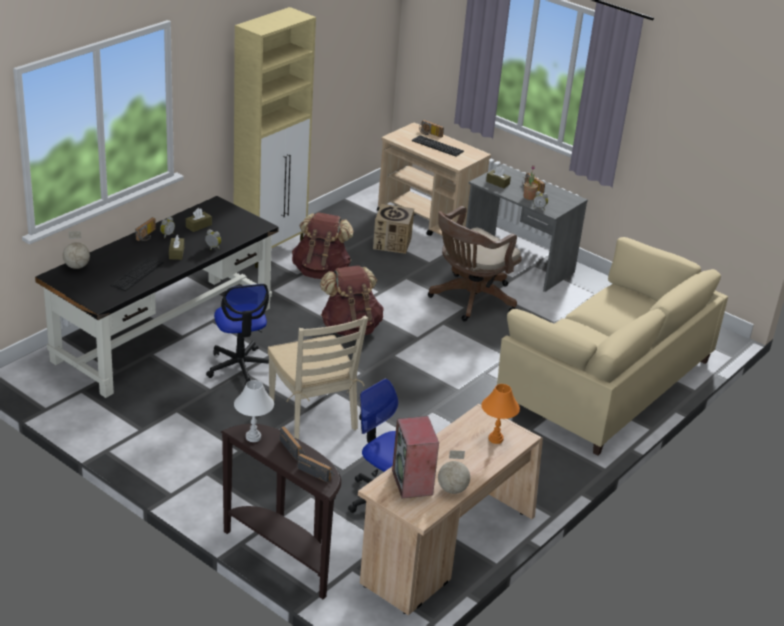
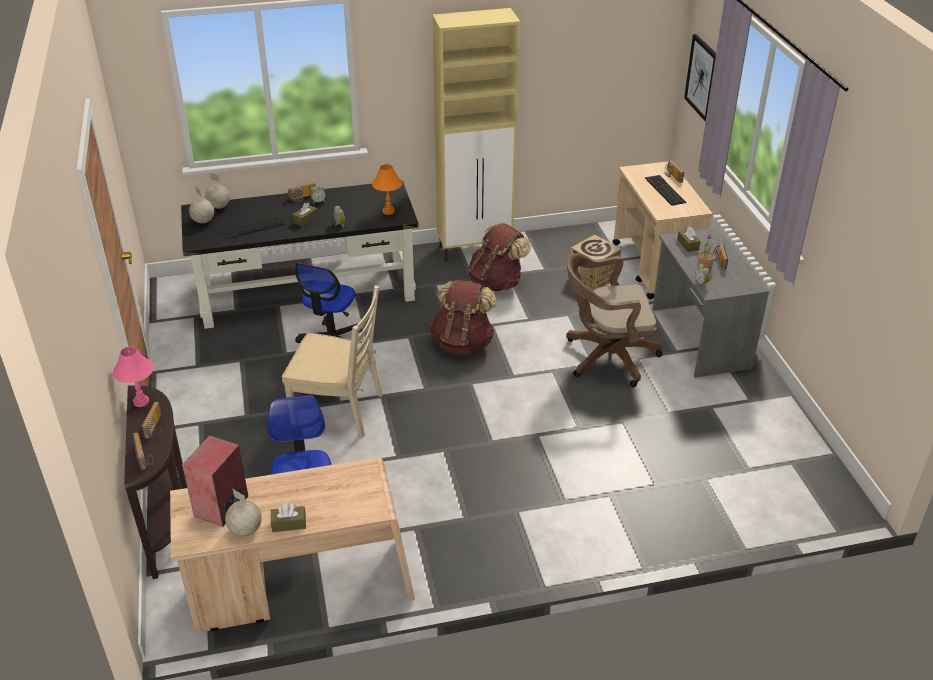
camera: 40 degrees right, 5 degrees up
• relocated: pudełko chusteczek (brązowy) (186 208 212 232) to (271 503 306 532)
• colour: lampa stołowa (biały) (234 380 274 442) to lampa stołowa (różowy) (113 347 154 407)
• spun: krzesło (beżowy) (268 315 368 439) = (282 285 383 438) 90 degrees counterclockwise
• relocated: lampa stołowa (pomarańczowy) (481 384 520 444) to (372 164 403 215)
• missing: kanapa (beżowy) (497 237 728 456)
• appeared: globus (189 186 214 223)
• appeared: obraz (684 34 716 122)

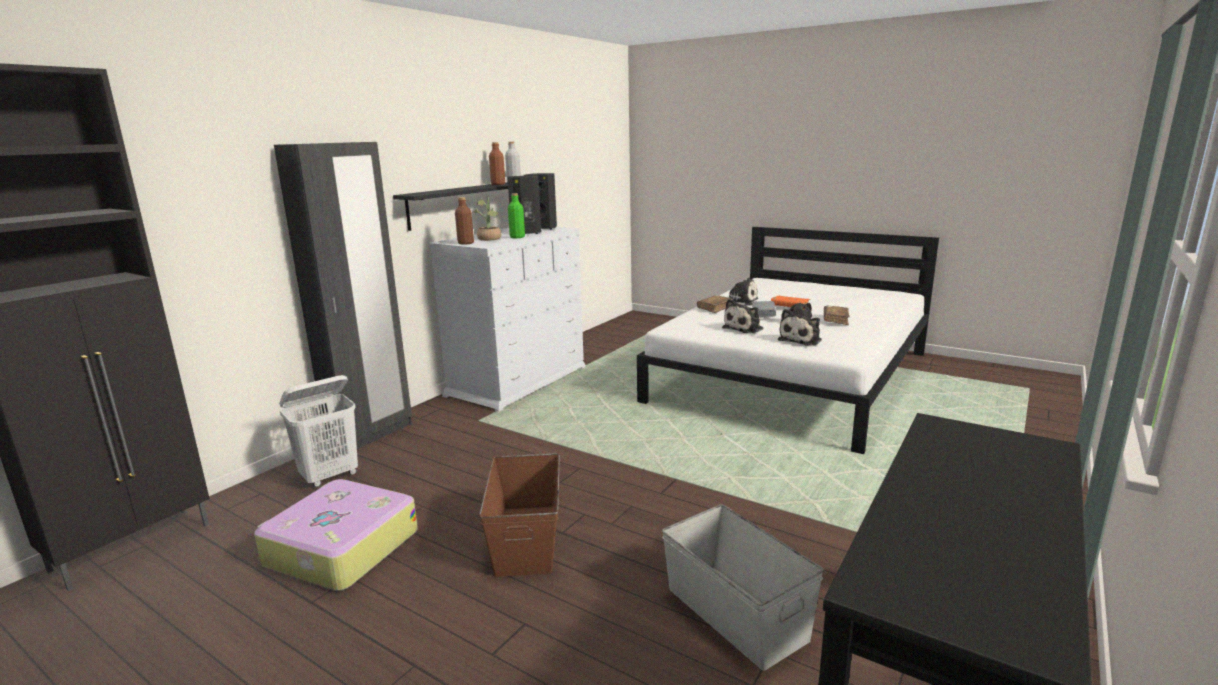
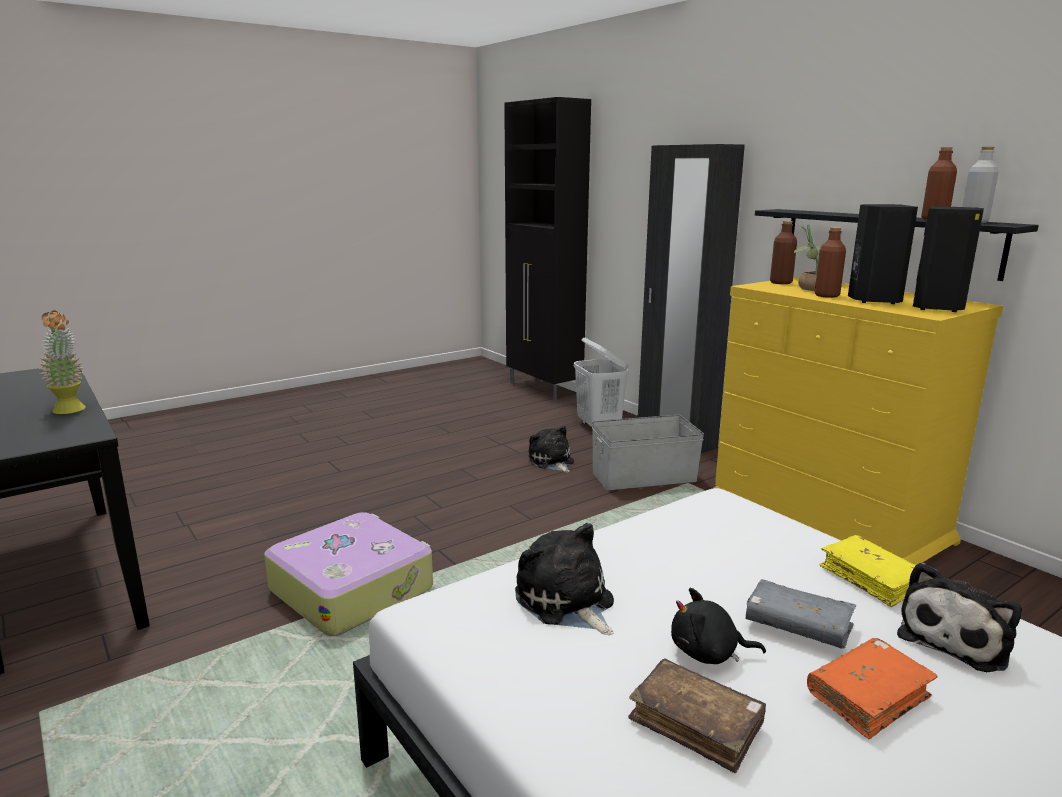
camera: 110 degrees right, 0 degrees up
• relocated: walizka (254 479 418 591) to (264 512 433 636)
• colour: komoda (biały) (429 227 586 412) to komoda (żółty) (714 277 1003 565)
• missing: pojemnik do przechowywania (brązowy) (479 453 560 577)
• colour: butelka (zielony) (508 193 525 238) to butelka (brązowy) (815 227 846 298)
• relocated: pojemnik do przechowywania (szary) (662 504 824 671) to (592 415 704 490)
• colour: książka (brązowy) (697 295 733 313) to książka (żółty) (819 535 916 607)
• relocated: pluszak (722 299 763 333) to (528 426 574 473)
• appeared: roślina doniczkowa (38 310 86 414)

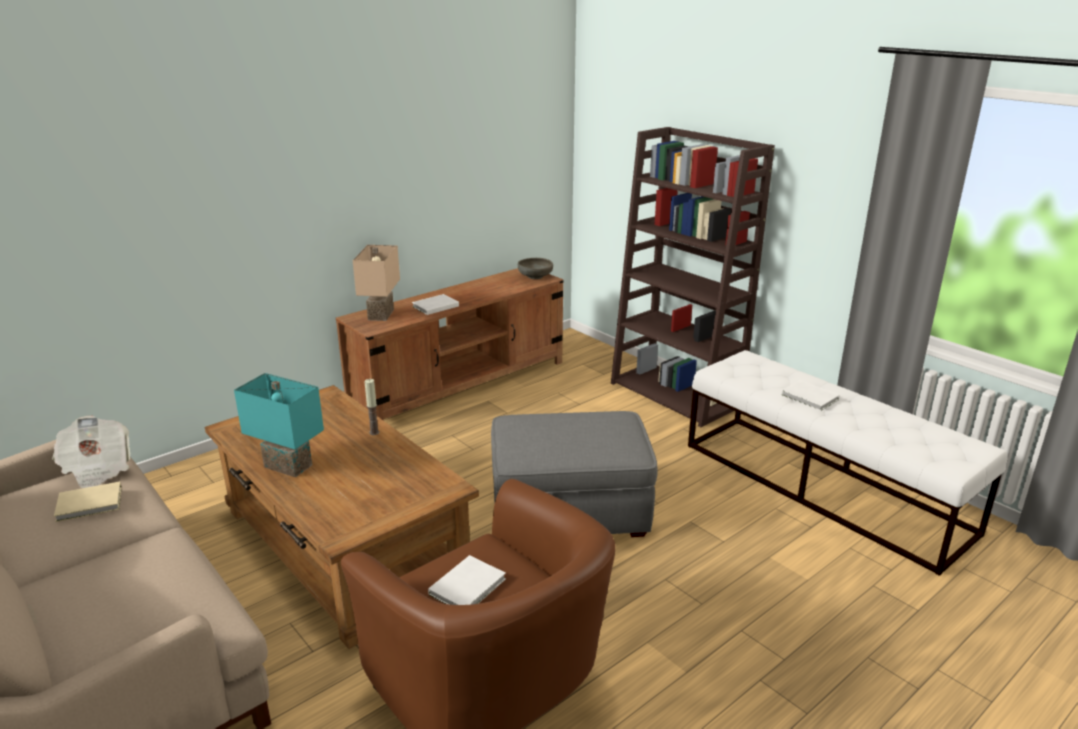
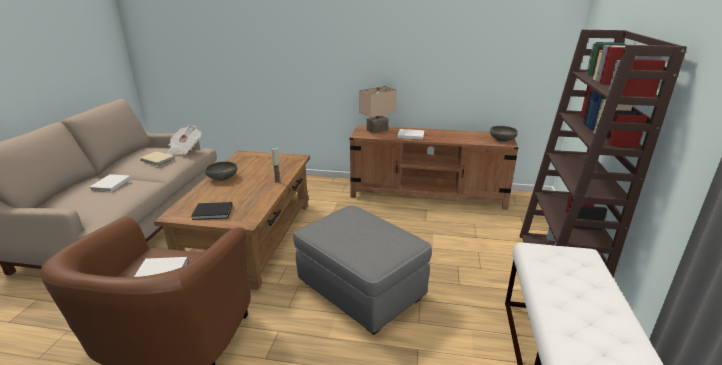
camera: 50 degrees right, 0 degrees up
• exchanged: lampa stołowa (turkusowy) (234 373 324 477) to miska (szary) (205 161 237 181)
• relocated: książka (biały) (781 380 840 411) to (90 174 131 192)
• appeared: książka (czarny) (191 202 233 220)

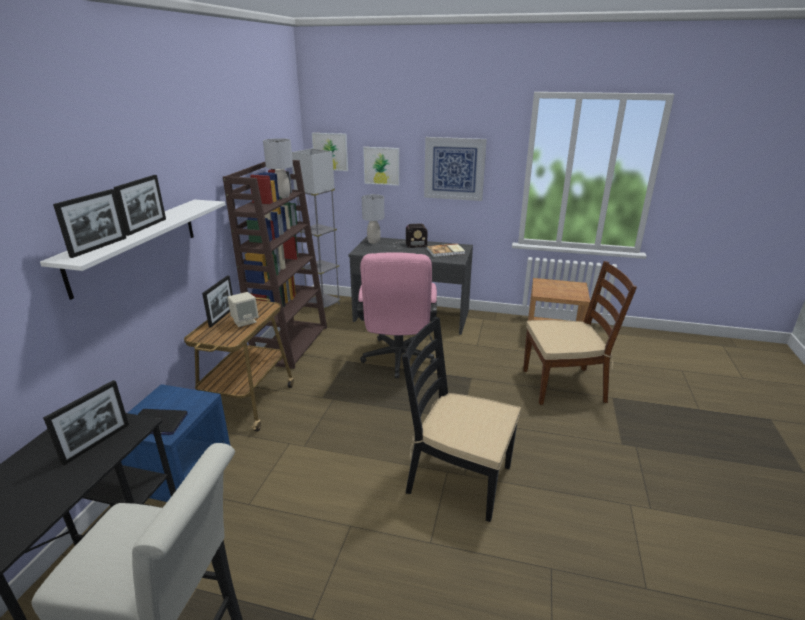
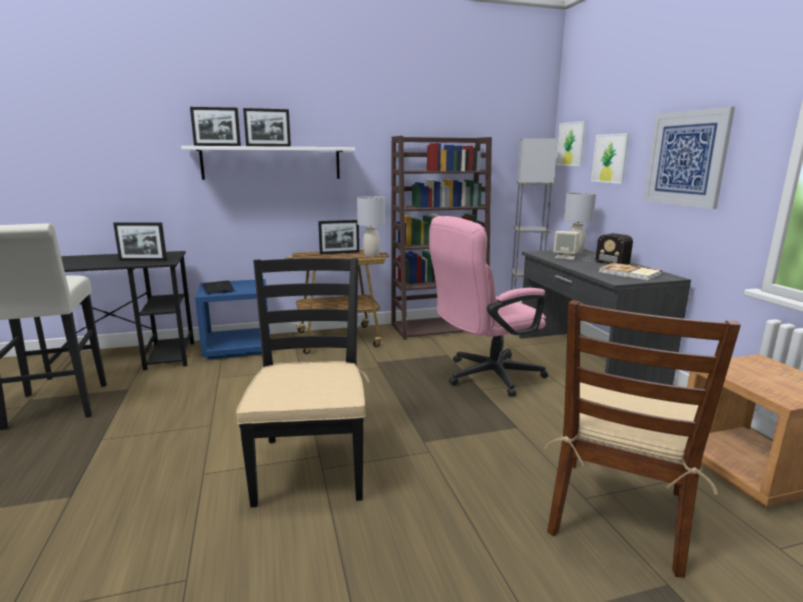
camera: 60 degrees right, 10 degrees down
• relocated: głośnik (beżowy) (227 292 259 327) to (553 231 580 260)
• relocated: lampa stołowa (szary) (263 138 293 198) to (357 196 385 257)
• spun: krzesło (brązowy) (523 261 637 405) = (544 300 741 578) 60 degrees clockwise

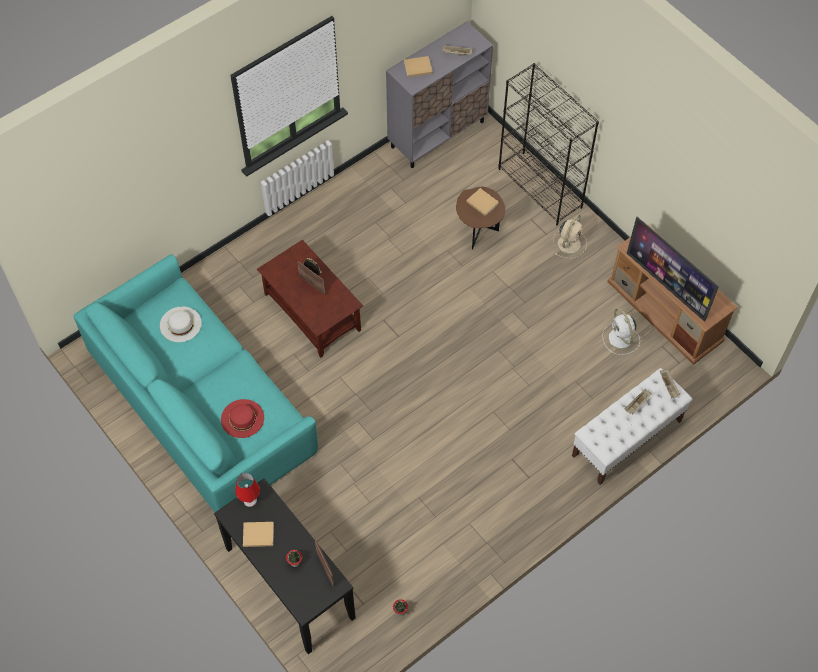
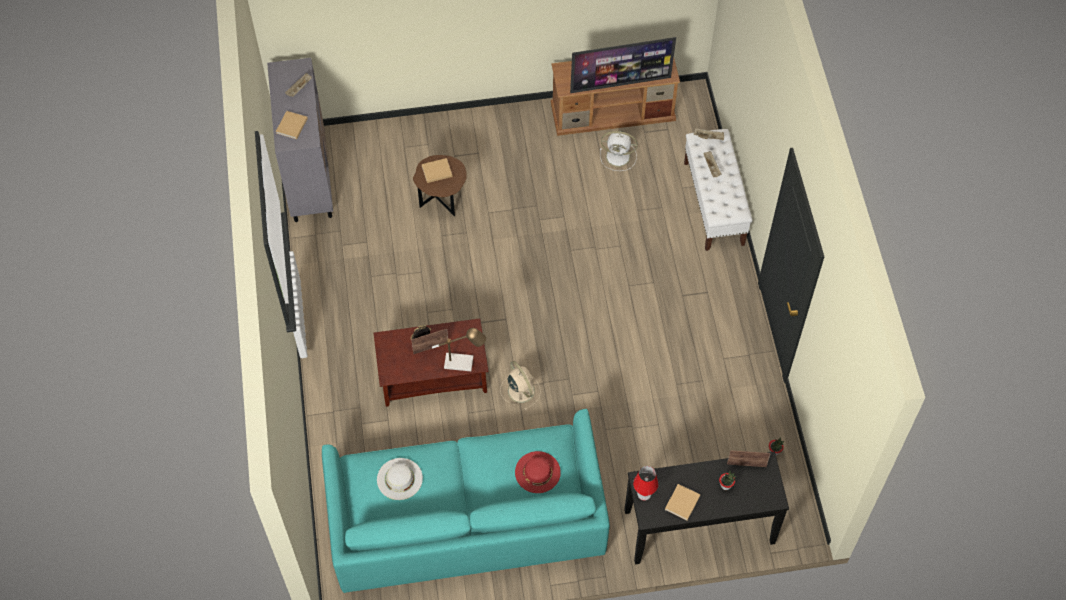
camera: 60 degrees left, 0 degrees up
• missing: regał (czarny) (498 63 599 225)
• relocated: wentylator (beżowy) (553 214 587 259) to (500 361 541 410)
• appeared: lampa stołowa (432 328 486 371)

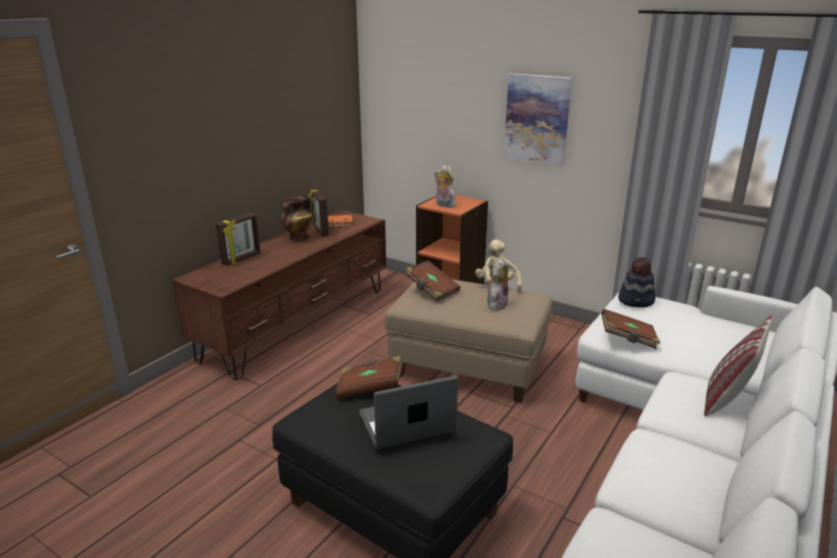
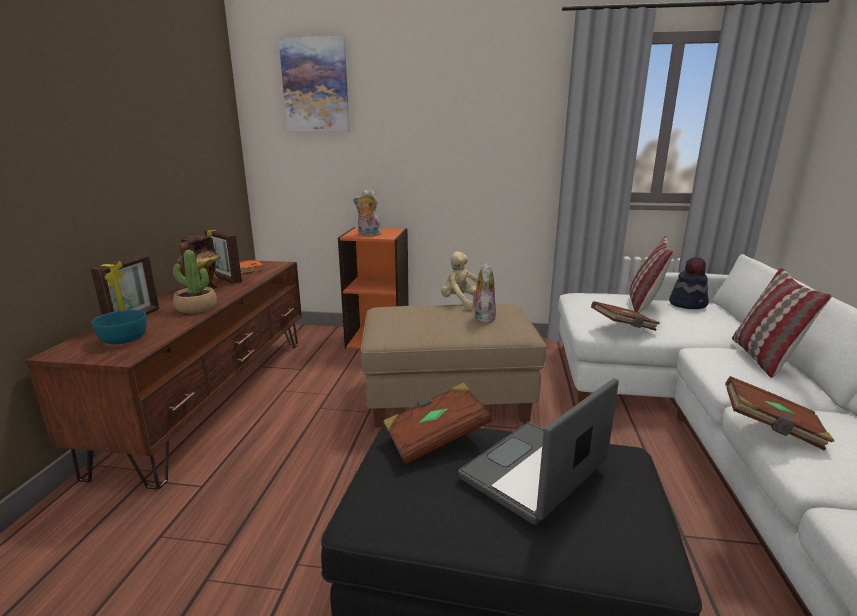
camera: 25 degrees left, 5 degrees down
• relocated: książka (brązowy) (405 260 460 301) to (725 376 834 451)
• relocated: obraz (504 73 572 167) to (279 36 350 132)
• relocated: kapelusz (618 257 655 308) to (669 257 709 309)
• appeared: miska (turkusowy) (91 310 147 344)
• appeared: roślina doniczkowa (173 250 217 313)
• appeared: poduszka (629 236 674 313)

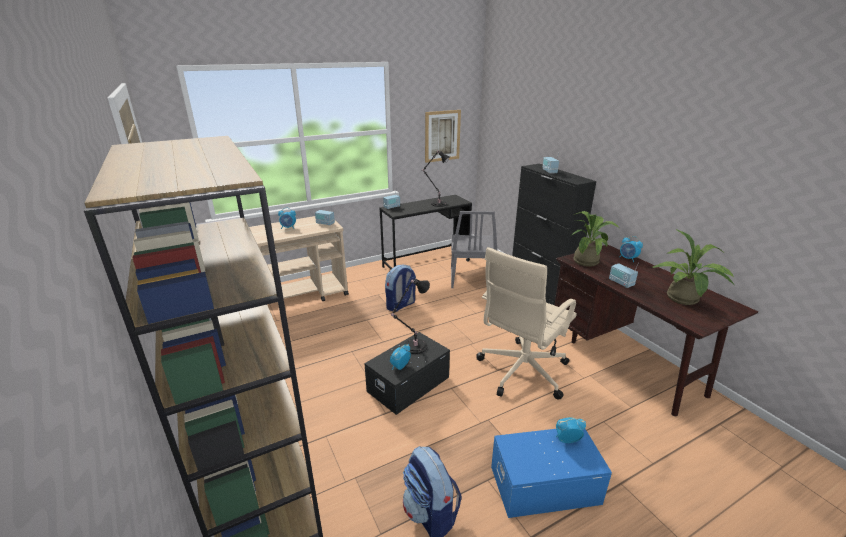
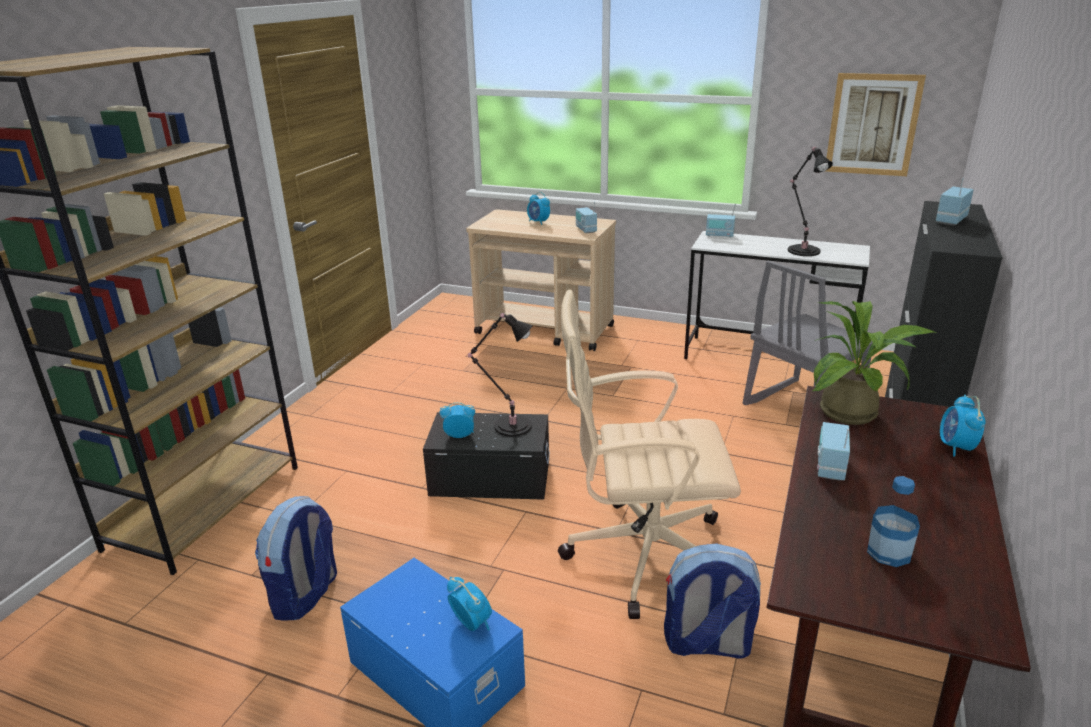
camera: 50 degrees right, 0 degrees up
• colour: biurko (czarny) (380 195 472 269) to biurko (biały) (684 231 870 362)
• relocated: plecak (385 265 416 312) to (664 543 761 659)
• exchanged: roślina doniczkowa (652 229 734 305) to butelka (867 476 920 567)

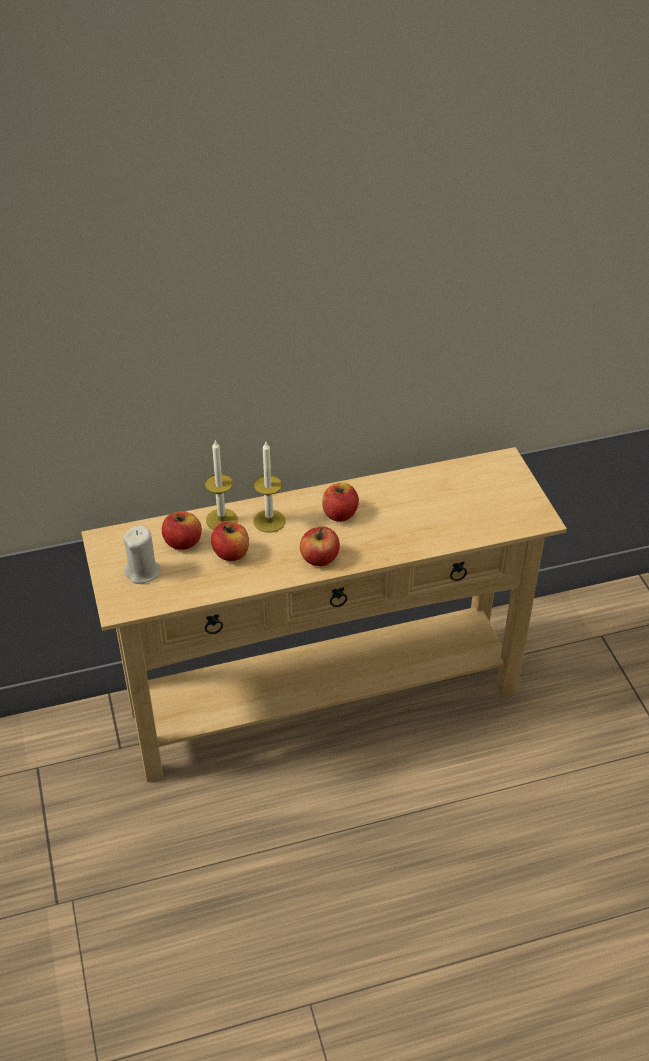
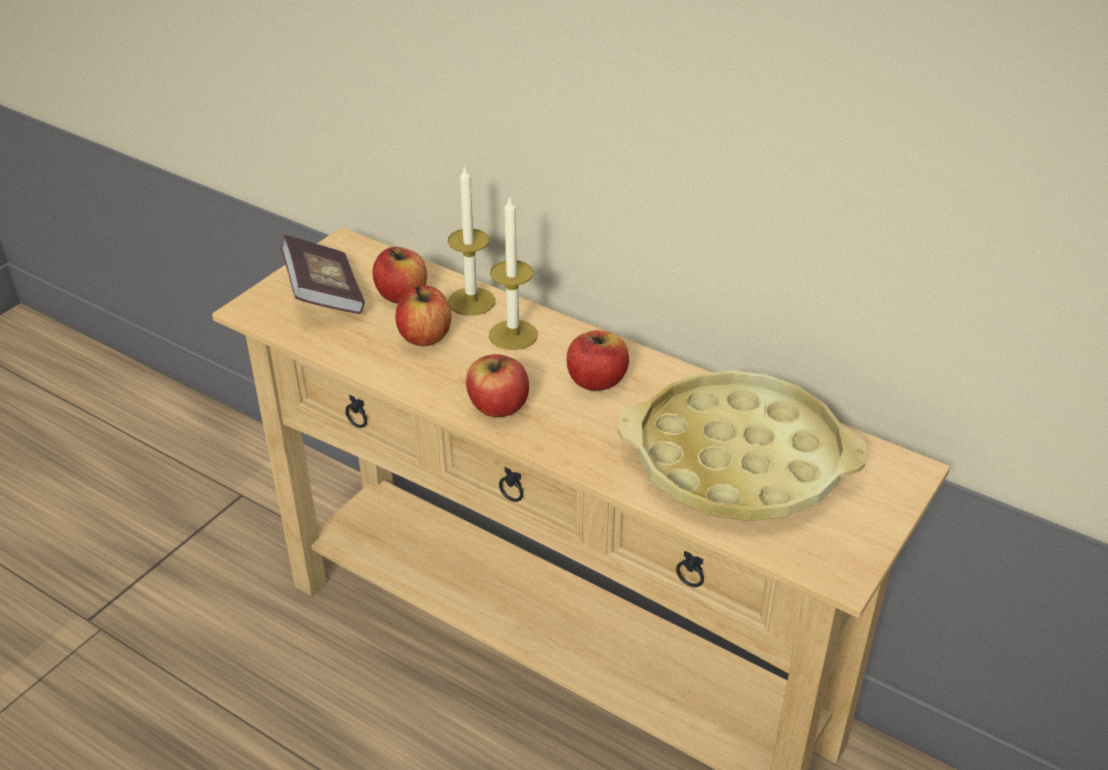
camera: 50 degrees right, 5 degrees down
• exchanged: świeca (beżowy) (123 525 161 584) to książka (281 235 365 314)
• appeared: taca (żółty) (618 370 868 521)

